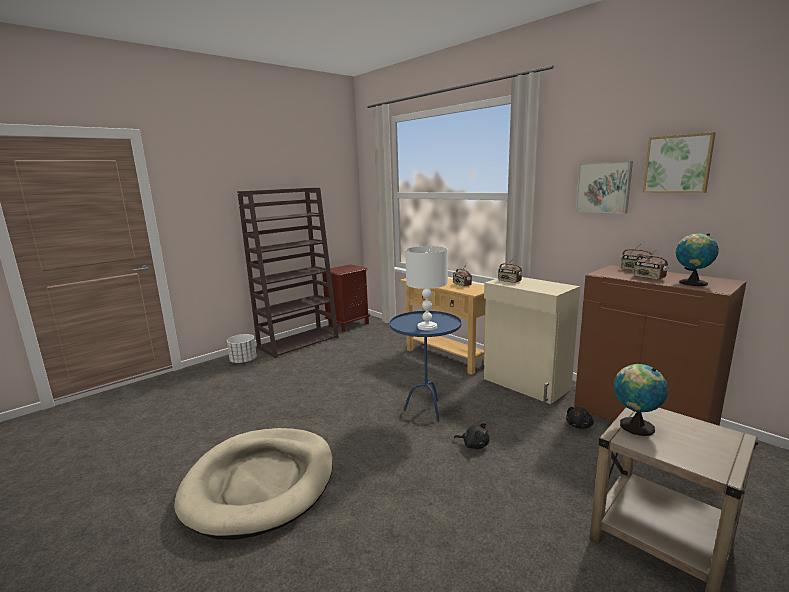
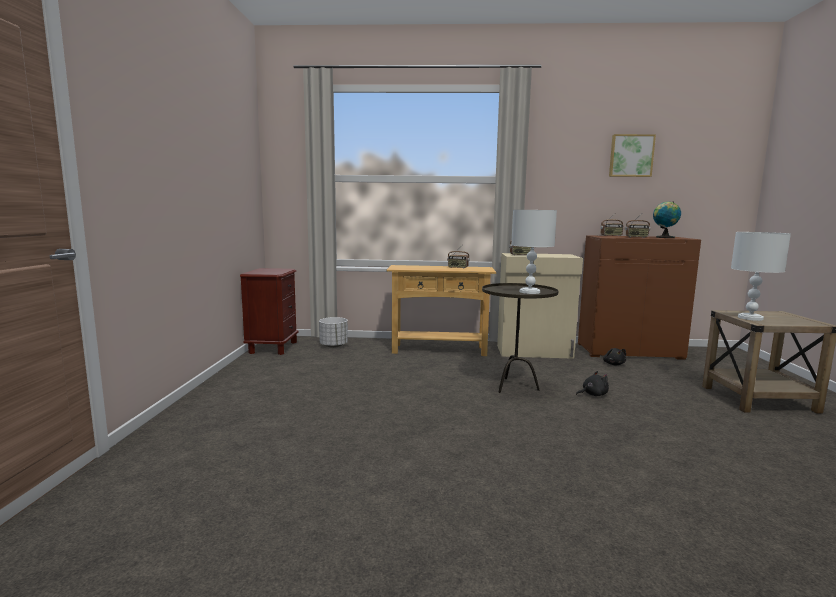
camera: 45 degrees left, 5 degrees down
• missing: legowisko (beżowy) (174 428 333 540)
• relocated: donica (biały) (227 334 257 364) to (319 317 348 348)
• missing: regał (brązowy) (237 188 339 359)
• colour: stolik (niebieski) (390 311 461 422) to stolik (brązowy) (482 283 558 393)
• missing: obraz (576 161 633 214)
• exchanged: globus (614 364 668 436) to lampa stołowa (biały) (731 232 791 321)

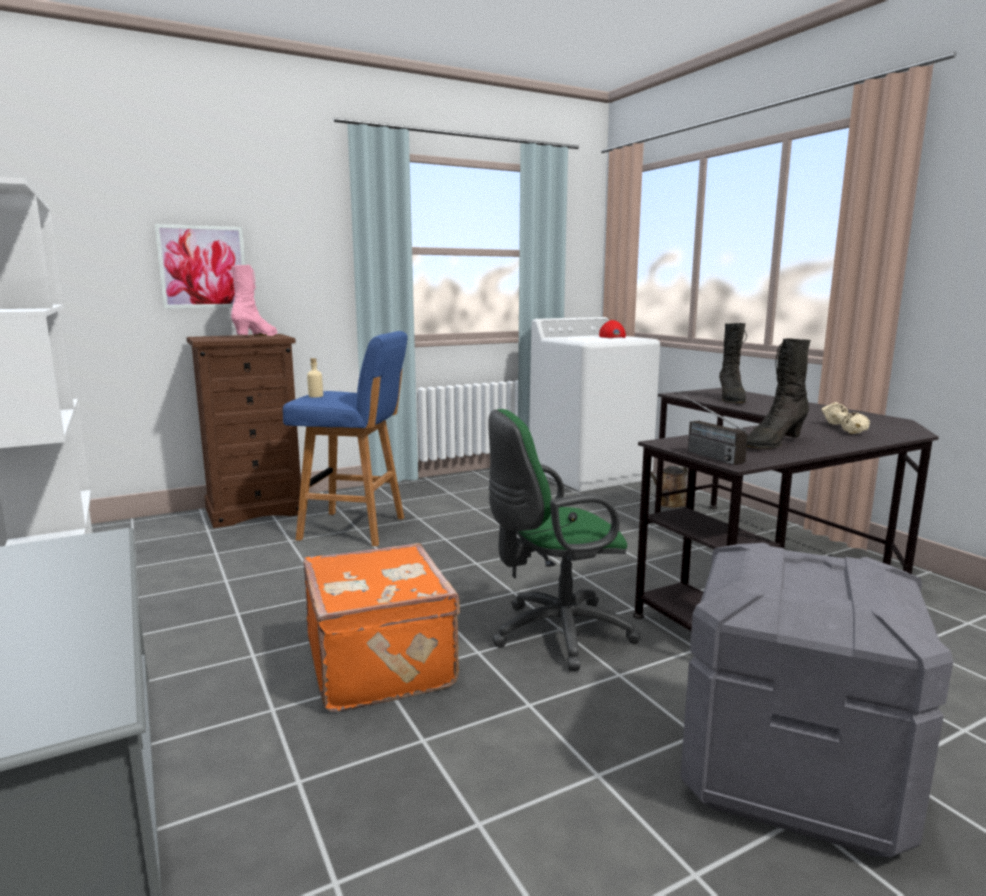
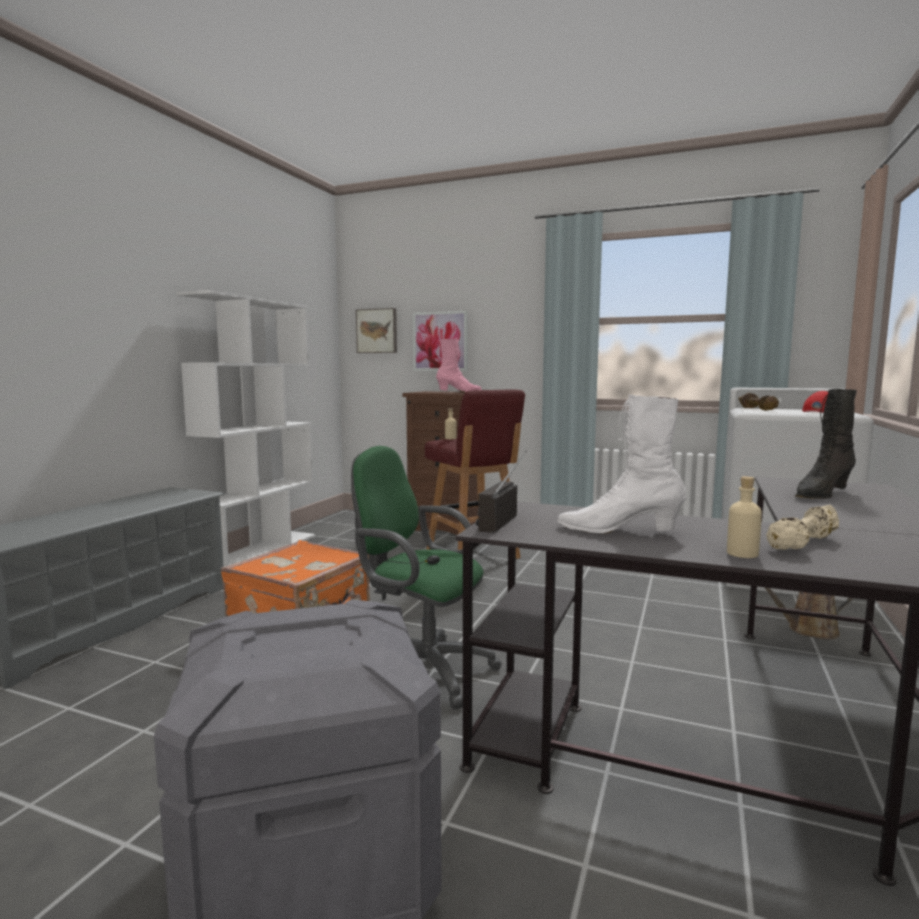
camera: 50 degrees right, 5 degrees down
• colour: stołek (niebieski) (283 331 408 546) to stołek (czerwony) (425 389 525 559)
• colour: but z cholewką (czarny) (747 338 811 449) to but z cholewką (biały) (557 395 686 533)
• appeared: obraz (356 308 397 353)
• appeared: butelka (beżowy) (727 476 762 558)
• appeared: hantel (brązowy) (738 393 779 411)

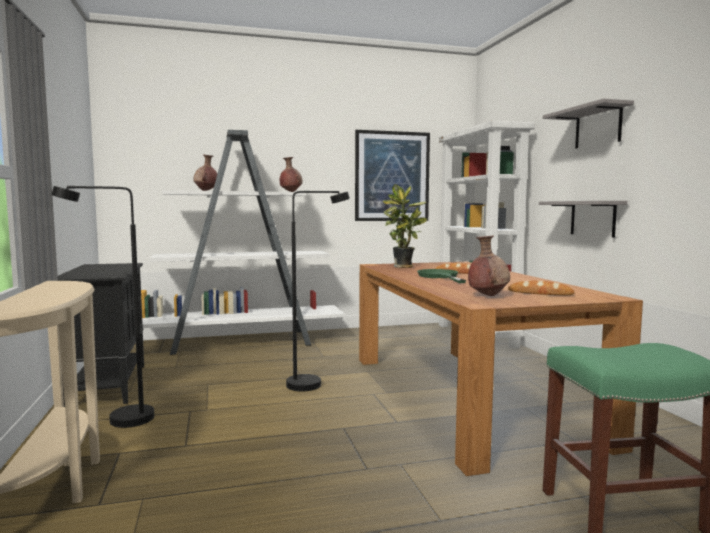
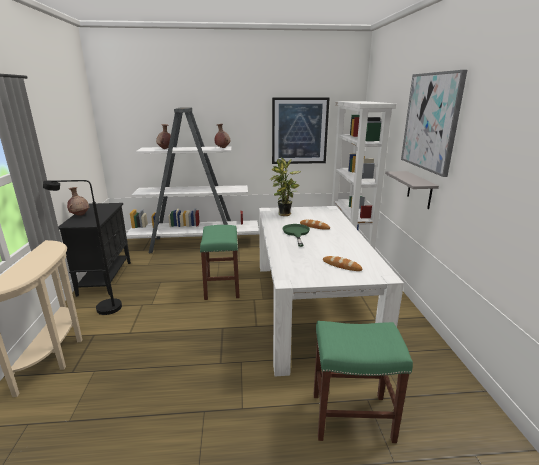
camera: 10 degrees right, 15 degrees up
• exchanged: lampa stojąca (czarny) (286 191 350 392) to stołek (zielony) (200 225 240 300)
• colour: stół jadalny (brązowy) (359 261 643 476) to stół jadalny (biały) (259 206 404 376)
• relocated: wazon (brązowy) (468 236 510 296) to (67 187 89 216)
• exchanged: półka (szary) (543 98 634 149) to obraz (401 70 467 177)

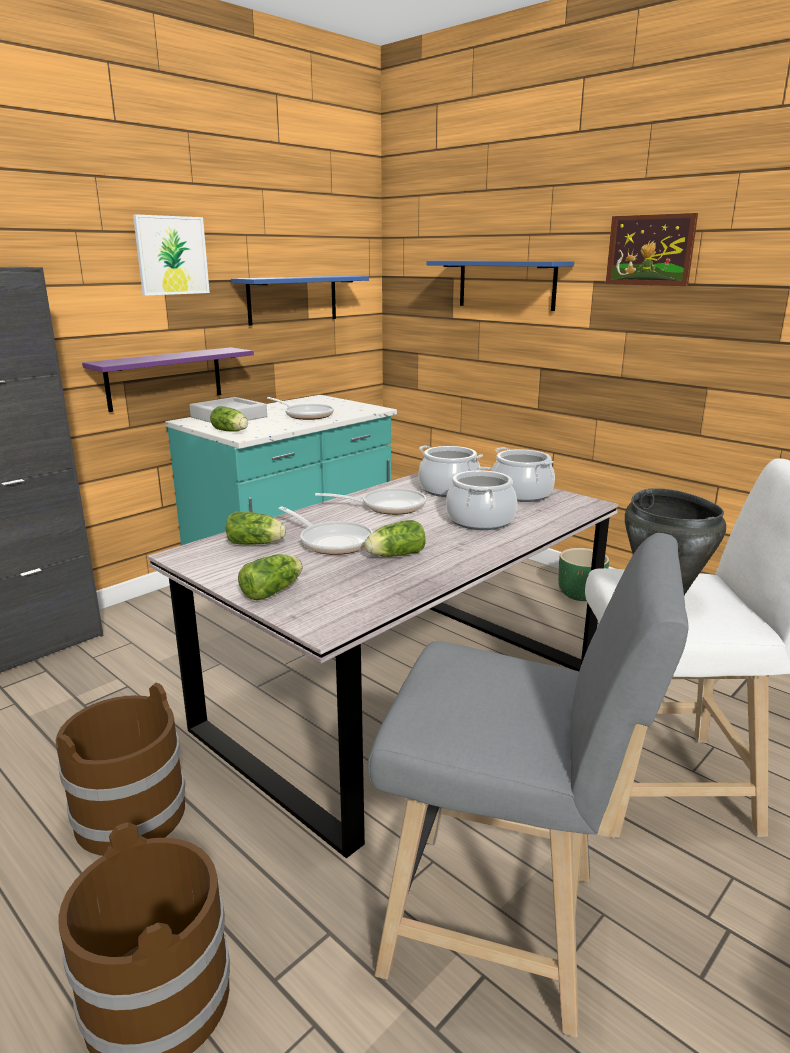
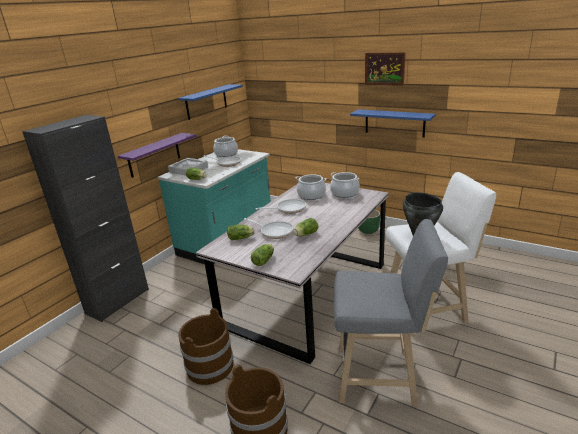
camera: 10 degrees left, 5 degrees up
• missing: obraz (133 214 210 296)
• relocated: półka (niebieski) (426 261 574 311) to (350 109 436 138)
• relocated: garnek (446 467 517 530) to (213 136 238 157)

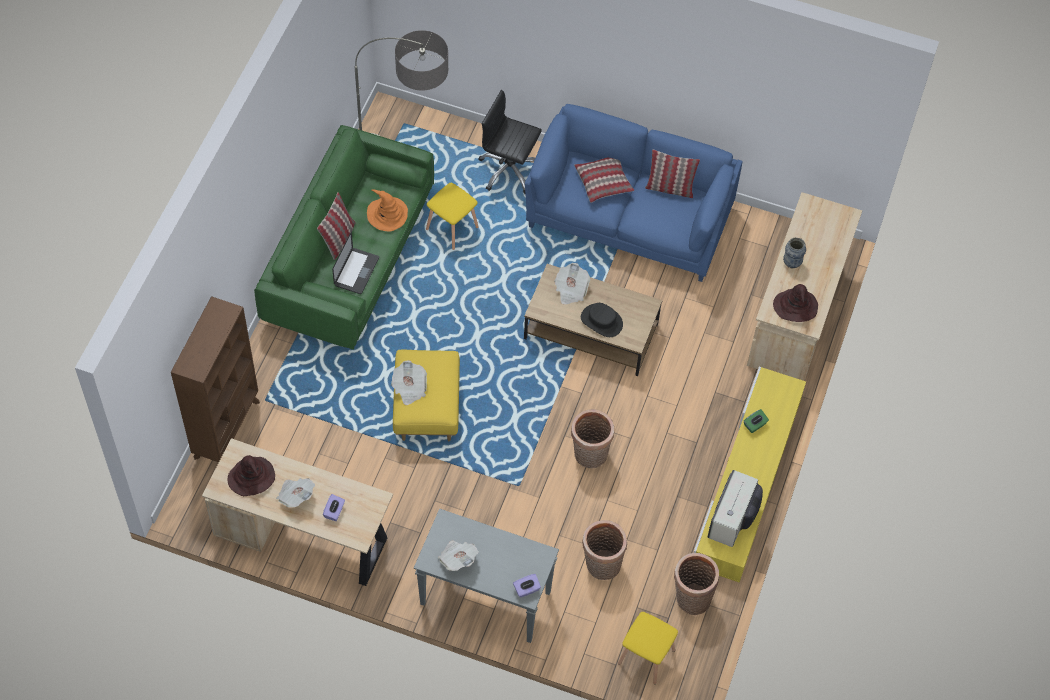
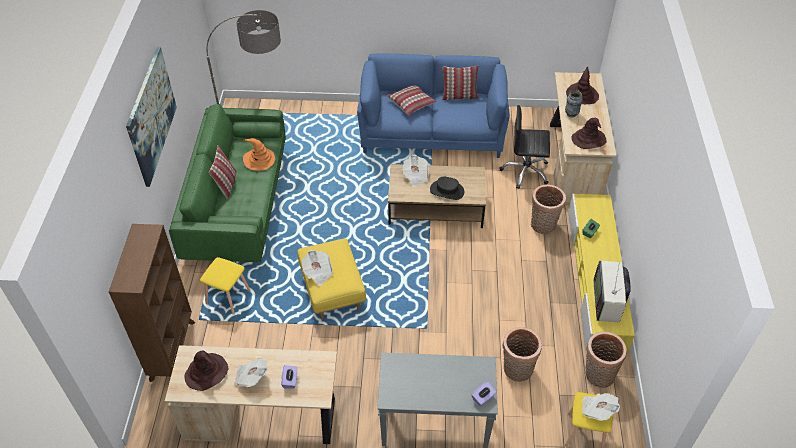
camera: 15 degrees left, 10 degrees down
• missing: laptop (332 232 379 294)
• relocated: stołek (żółty) (426 183 479 250) to (200 257 251 315)
• relocated: gazeta (438 540 479 571) to (581 393 620 421)
• relocated: krzesło biurowe (czarny) (478 90 542 194) to (500 105 550 189)
• relocated: koszyk (571 409 614 468) to (531 184 566 234)
• appeared: obraz (126 47 177 187)
• appeared: kapelusz (brązowy) (566 67 599 104)

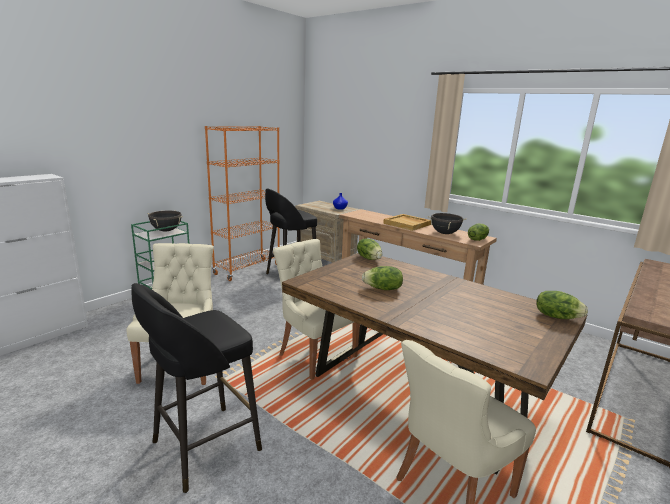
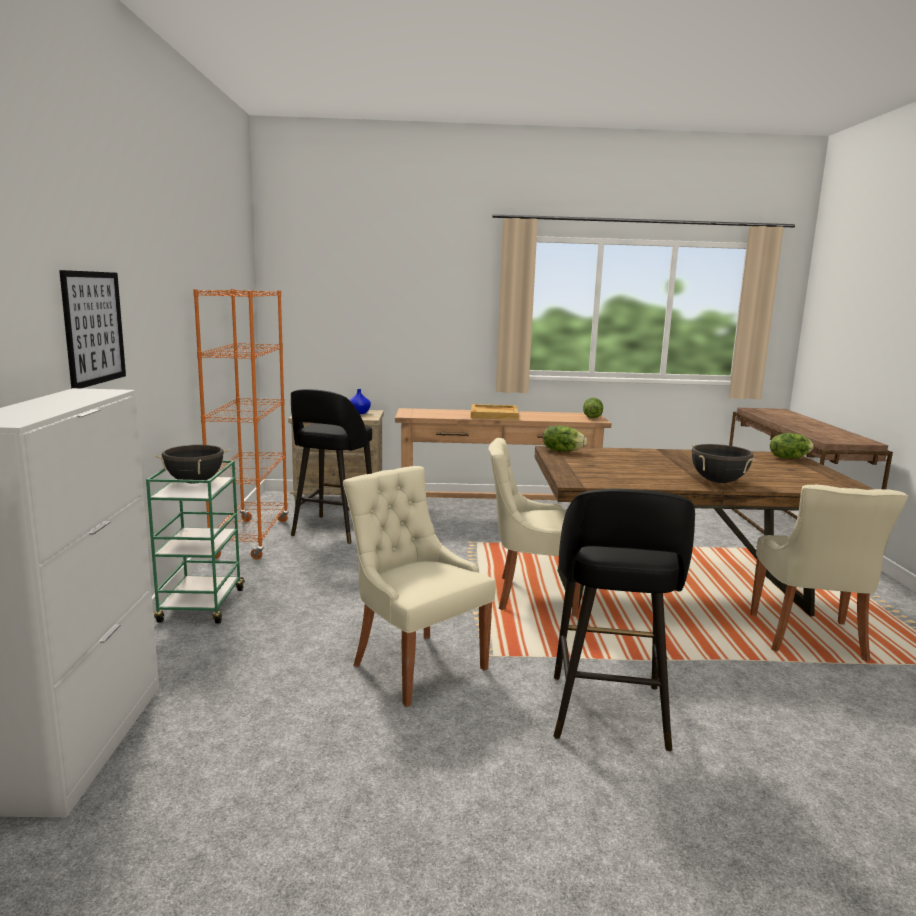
camera: 40 degrees left, 5 degrees down
• missing: sałata (362 266 403 290)
• relocated: garnek (czarny) (427 213 467 234) to (691 444 755 483)
• appeared: obraz (59 270 126 389)

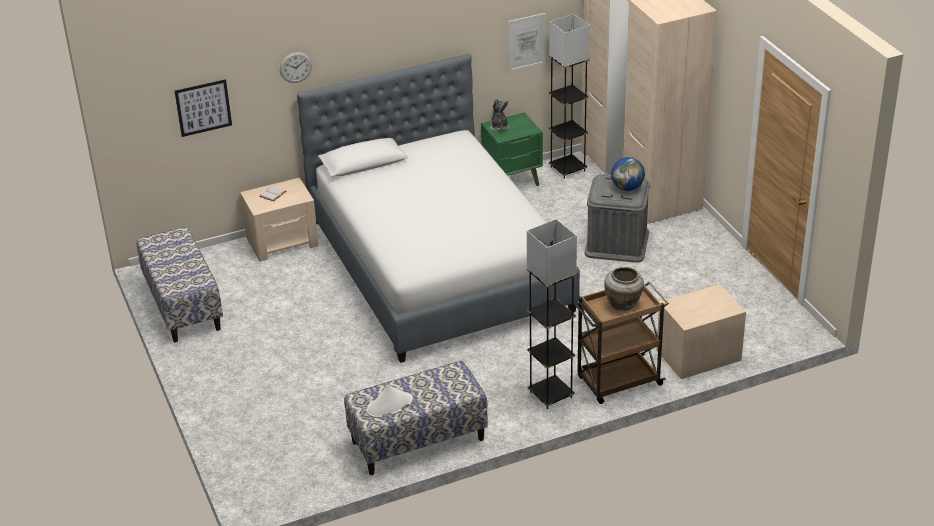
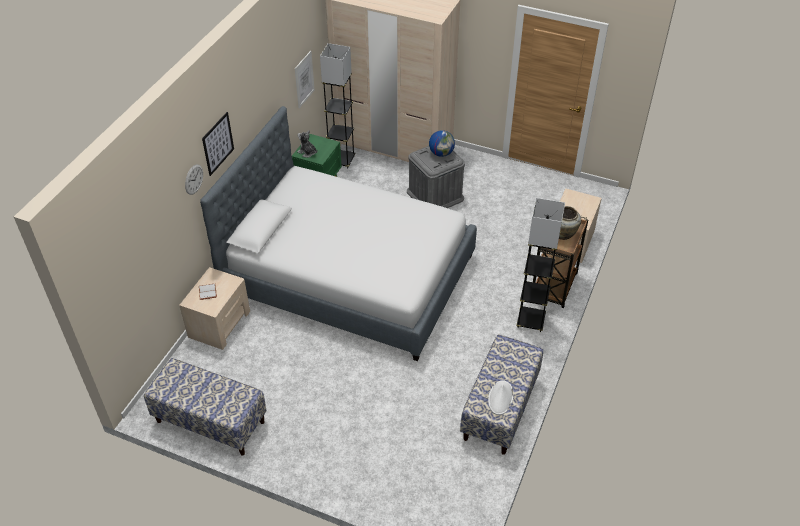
camera: 45 degrees left, 10 degrees up
• relocated: obraz (175 79 232 137) to (202 112 234 176)

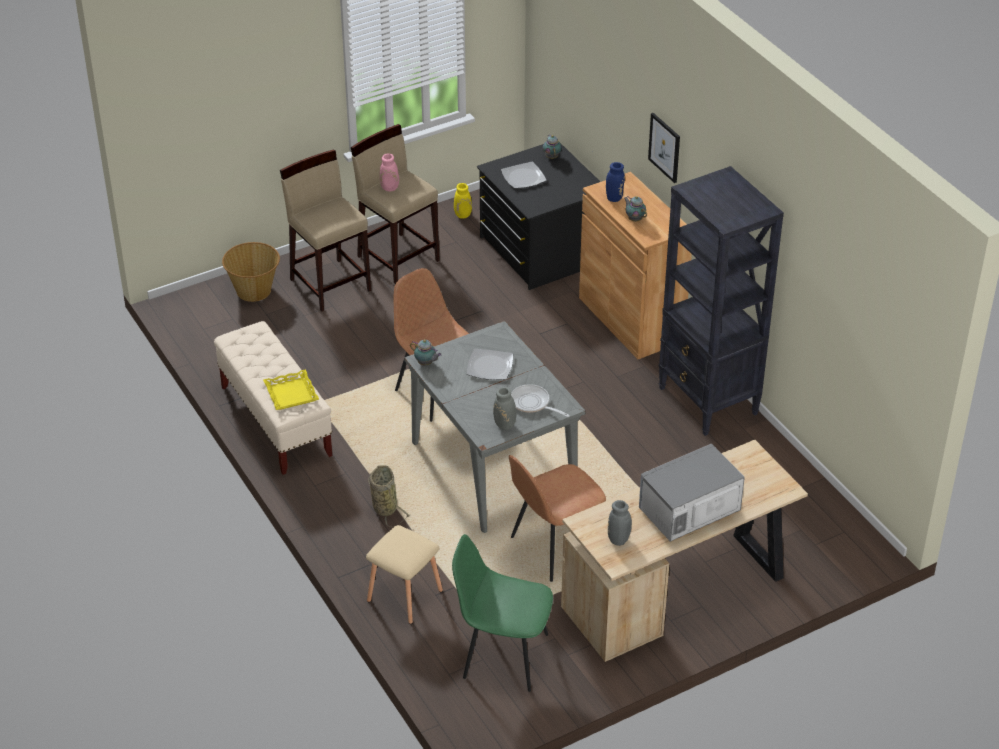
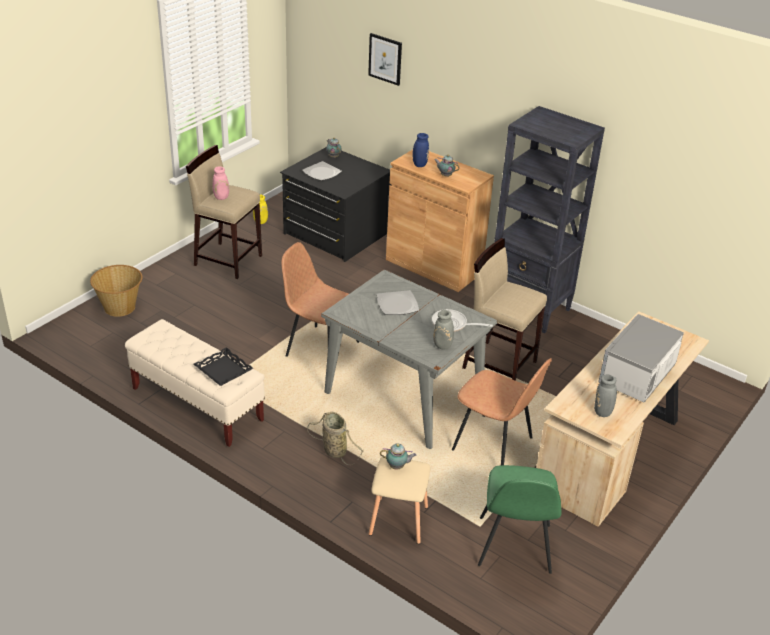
camera: 25 degrees left, 5 degrees down
• colour: taca (żółty) (263 369 319 410) to taca (czarny) (194 347 253 386)
• relocated: stołek (beżowy) (280 149 371 312) to (462 238 547 381)
• relocated: imbryk (410 339 442 365) to (380 444 417 469)
• spun: krzesło (zielony) (452 534 553 692) = (478 465 562 574) 75 degrees counterclockwise
• spun: krzesło (brązowy) (509 455 606 582) = (452 358 552 465) 90 degrees counterclockwise
• relocated: obraz (648 113 680 183) to (368 33 402 86)

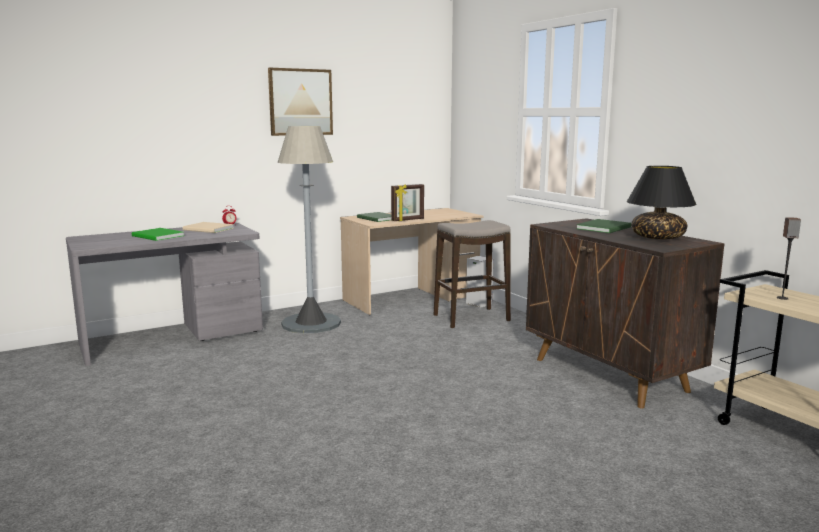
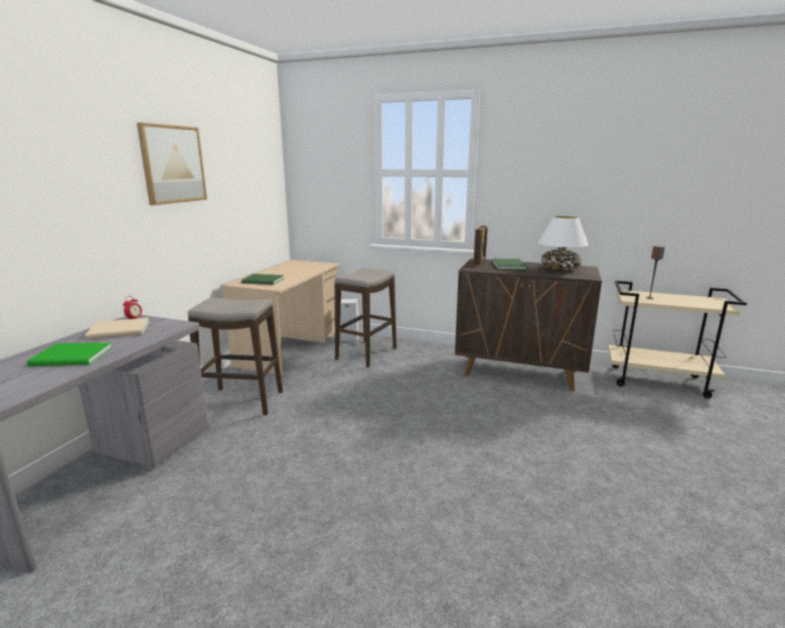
camera: 40 degrees left, 5 degrees up
• exchanged: lampa stojąca (szary) (278 126 341 333) to stołek (188 298 283 415)
• relocated: ramka na zdjęcie (391 184 424 221) to (473 225 488 265)
• colour: lampa stołowa (czarny) (627 166 697 240) to lampa stołowa (biały) (538 216 589 270)

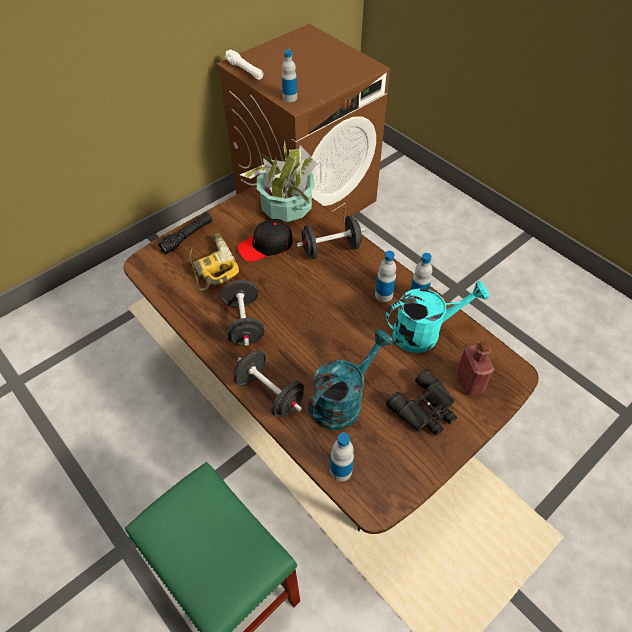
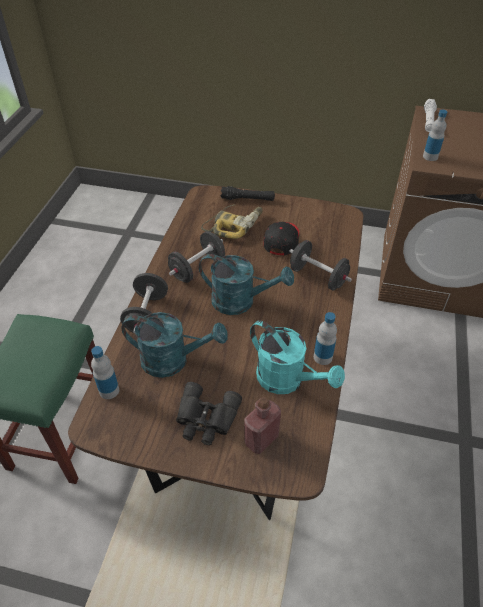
camera: 55 degrees right, 5 degrees down
• spun: czapka z daszkiem (czarny) (238 219 293 262) = (263 222 299 255) 75 degrees clockwise
• missing: roślina doniczkowa (240 142 317 222)
• missing: butelka (375 251 396 302)
• appeared: konewka (turkusowy) (199 254 294 315)

